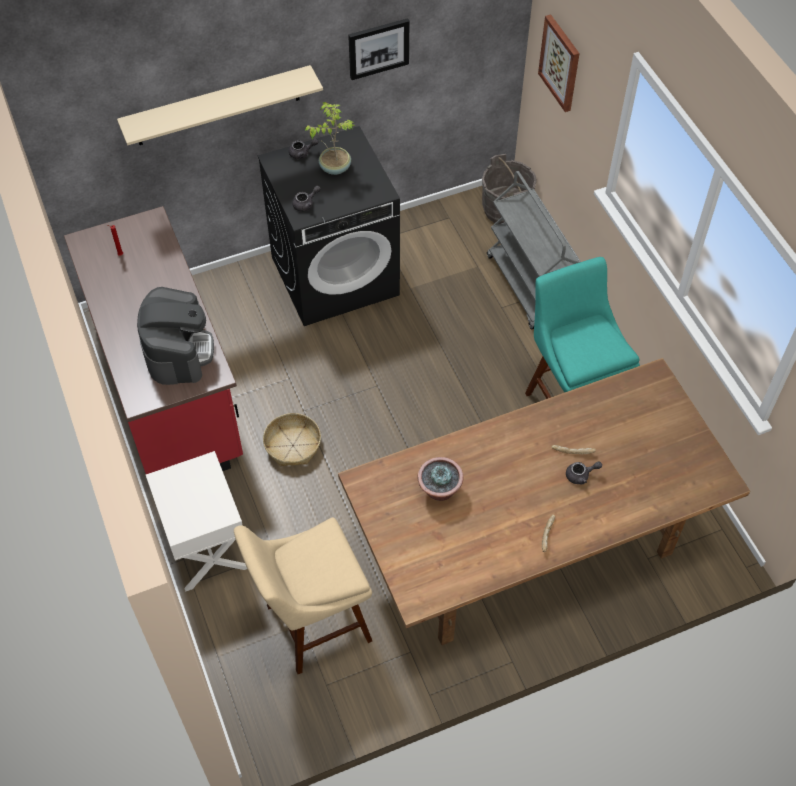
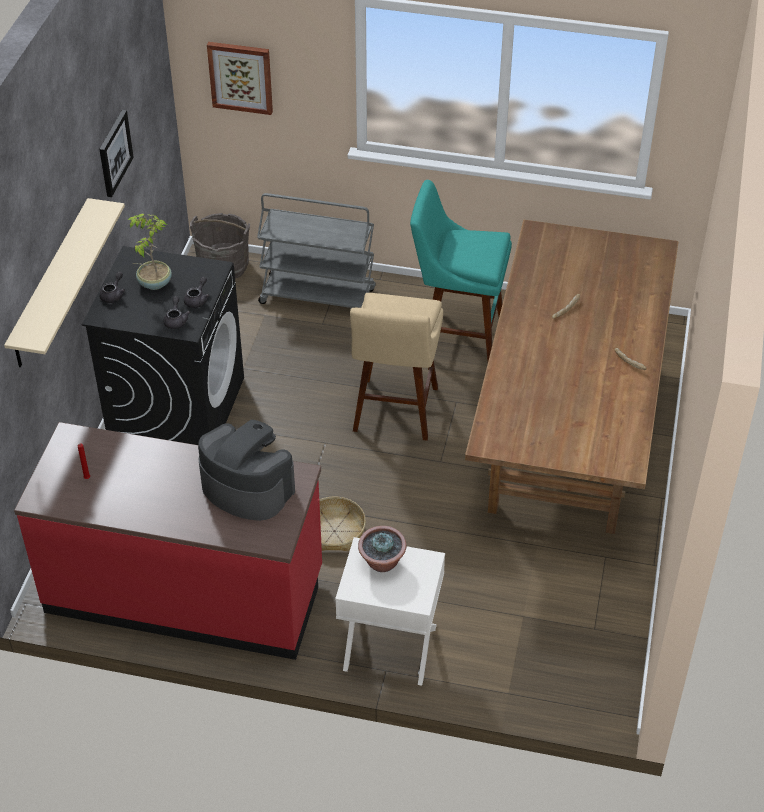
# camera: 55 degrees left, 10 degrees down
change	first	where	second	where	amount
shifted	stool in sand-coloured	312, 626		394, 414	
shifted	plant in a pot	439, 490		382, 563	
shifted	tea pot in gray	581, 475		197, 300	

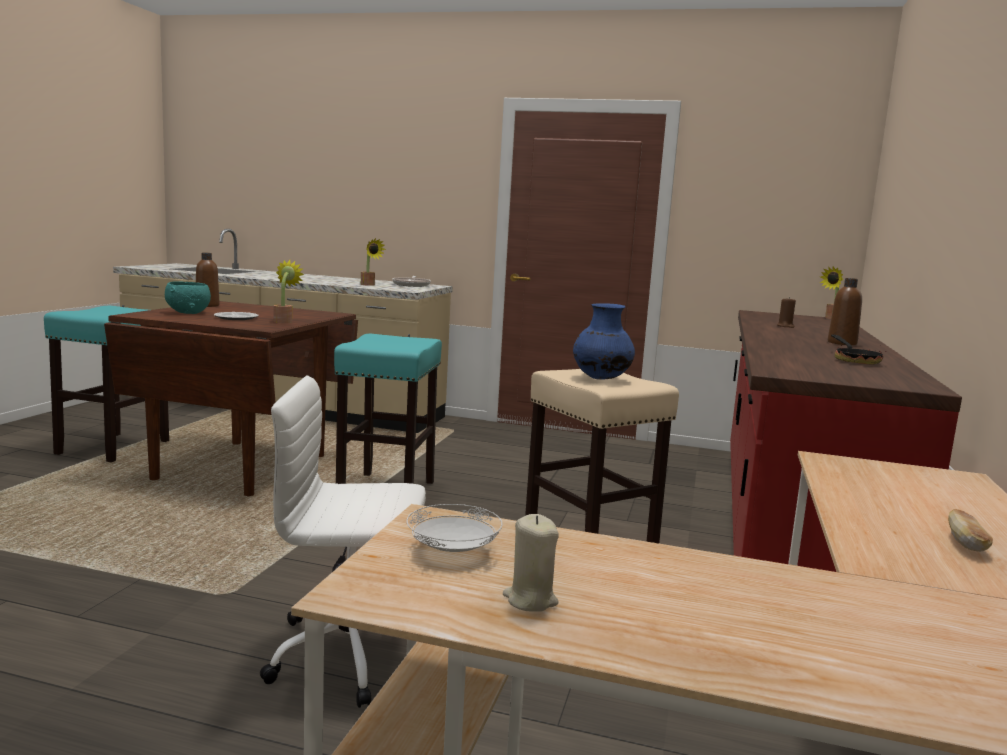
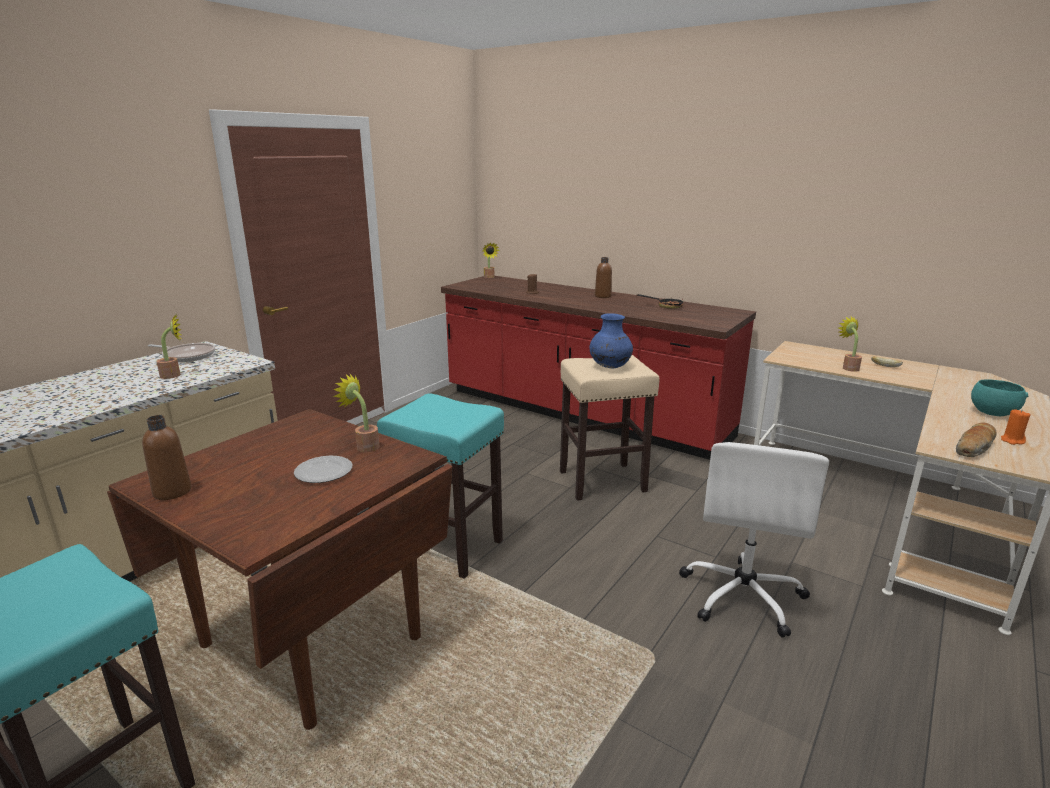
# camera: 70 degrees left, 10 degrees up
change	first	where	second	where	amount
shifted	deep dish in turquoise	189, 312		991, 413	
swapped	dinner plate in whitish	452, 551	bakery bread	974, 448	
repainted	candle in sand-coloured	530, 600	candle in orangey	1012, 440	
new			plant in a pot	848, 368	

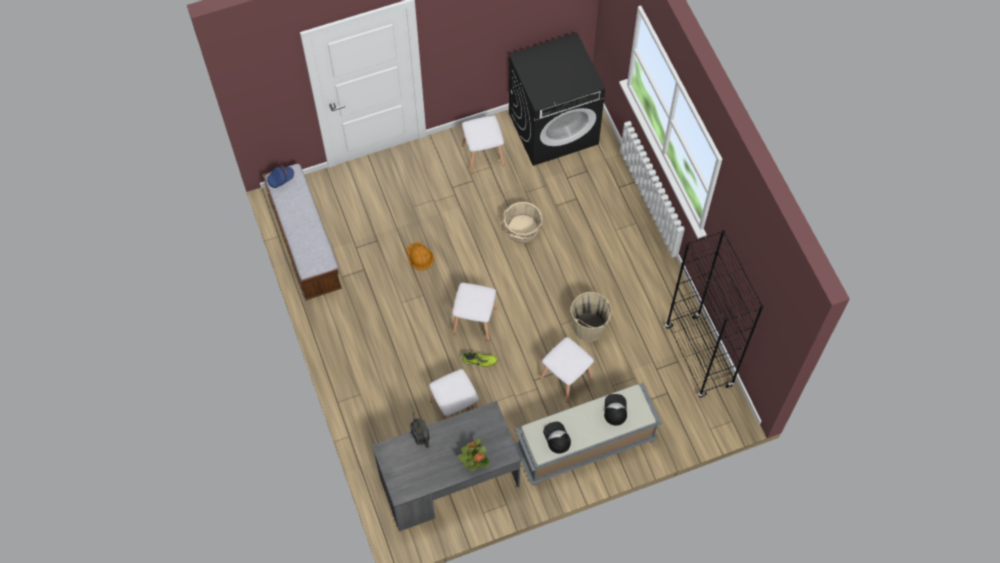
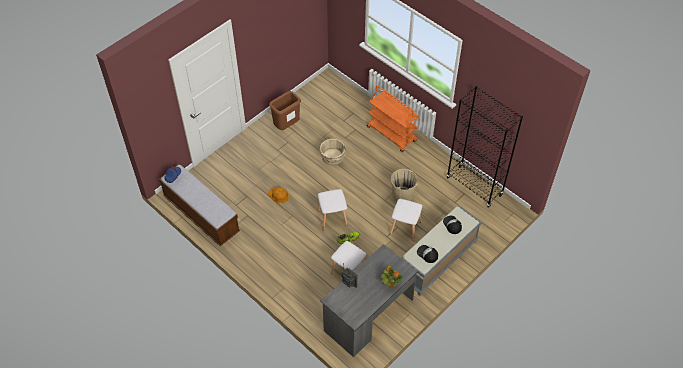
# camera: 25 degrees left, 10 degrees down
change	first	where	second	where	amount
swapped	stool in whitish	483, 154	trash can in brownish	286, 126	
gone	laundry appliance in black-coloured	553, 128			
new			cart in orangey	392, 134	

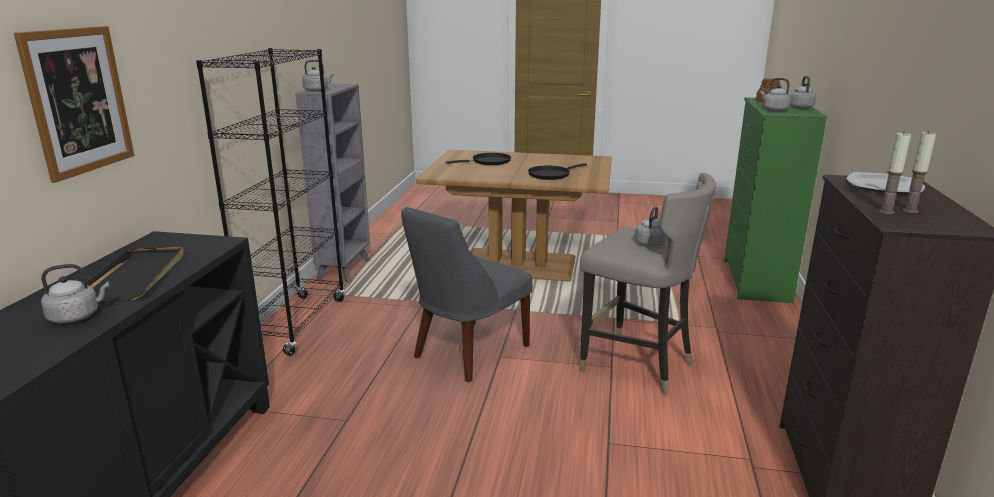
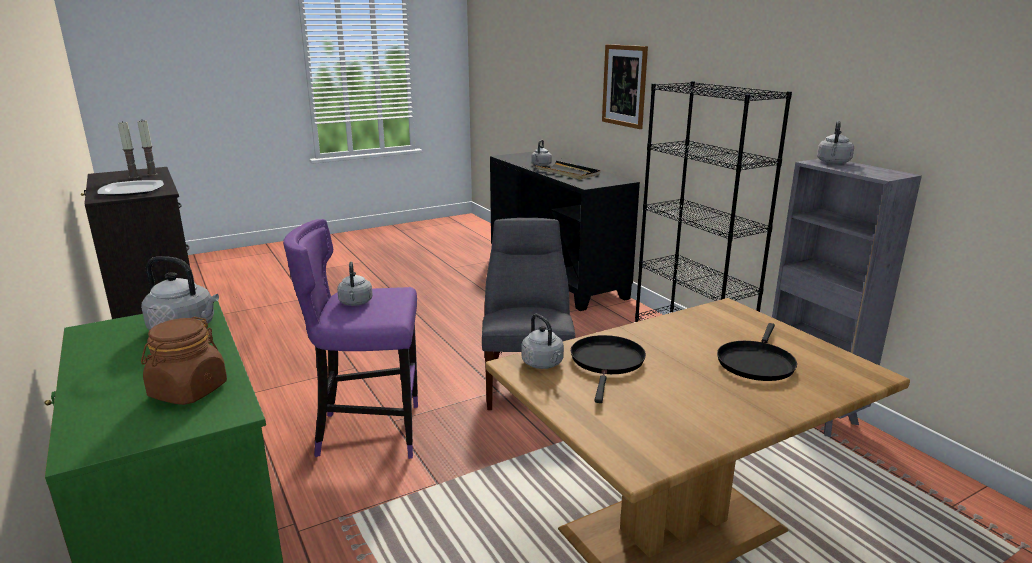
# camera: 140 degrees right, 0 degrees up
change	first	where	second	where	amount
repainted	stool in gray	638, 366	stool in purple-coloured	369, 432	
shifted	tea kettle in gray	800, 107		543, 364	

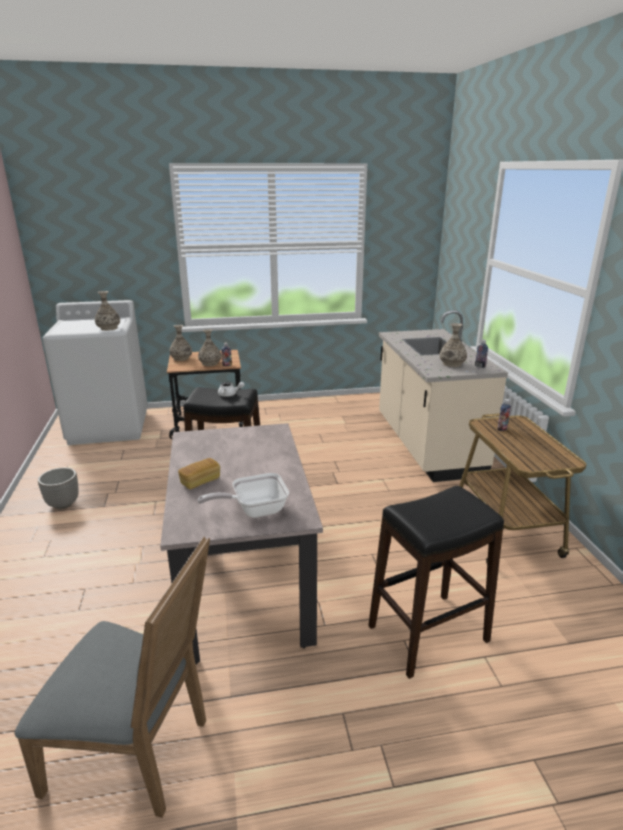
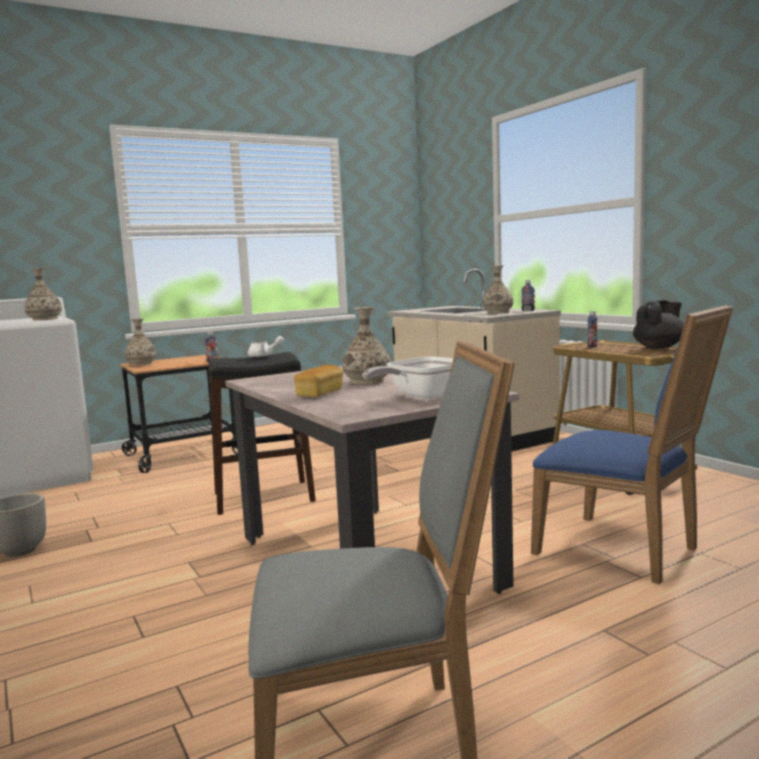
# camera: 20 degrees left, 15 degrees down
change	first	where	second	where	amount
shifted	flower vase	210, 363		367, 381	
swapped	stool in black-coloured	428, 634	chair in bluish	625, 551	
new			tea pot in black-coloured	659, 347	

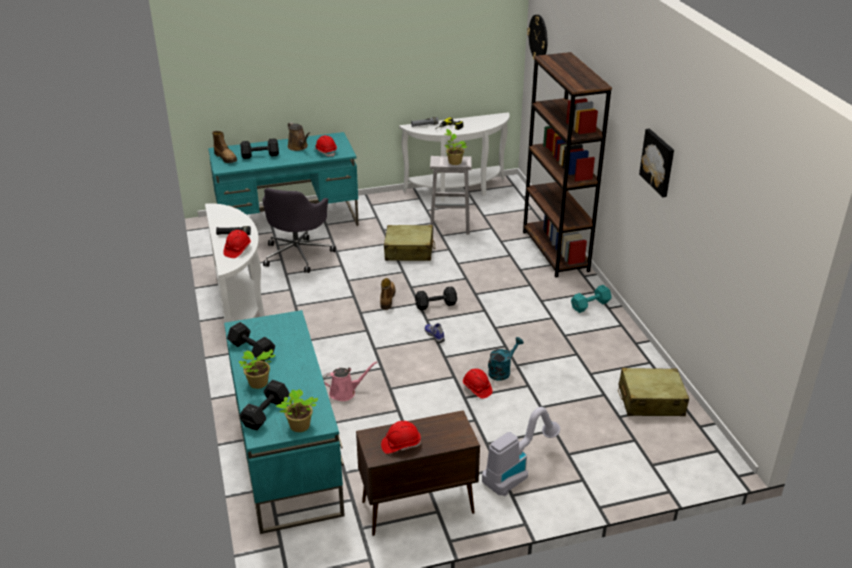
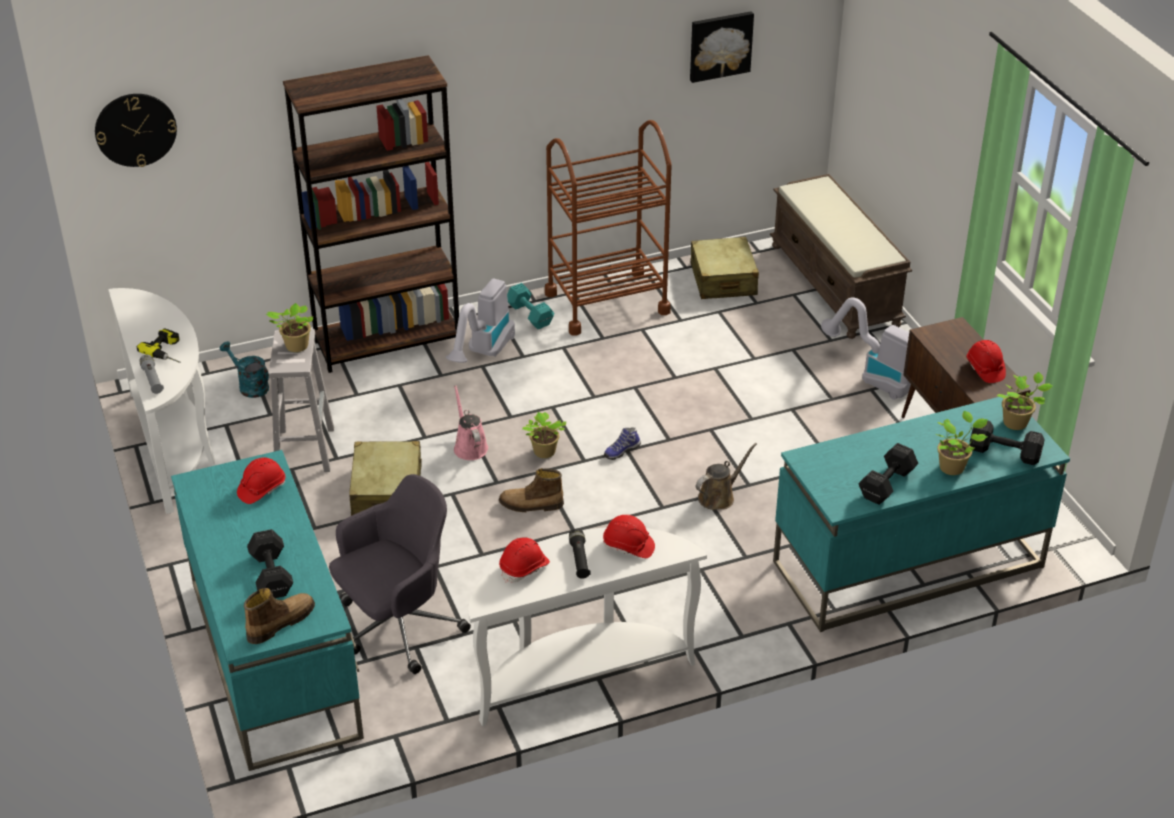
# camera: 95 degrees left, 5 degrees up
change	first	where	second	where	amount
rotated	computer chair in gray	298, 254		398, 627	45 degrees counterclockwise
shifted	sprinkling can in brownish	298, 147		719, 496	
shifted	sprinkling can in pink-coloured	345, 392		469, 446	
swapped	free weight in black-coloured	437, 305	plant in a pot	543, 453	
shifted	hard hat in red	477, 389		524, 568	
shifted	sprinkling can in turquoise	502, 371		249, 386	
shifted	wall picture	658, 162		720, 45	
new			hoover	483, 354	
new			cart in brownish	606, 302	
new			bench in brownish	836, 285	

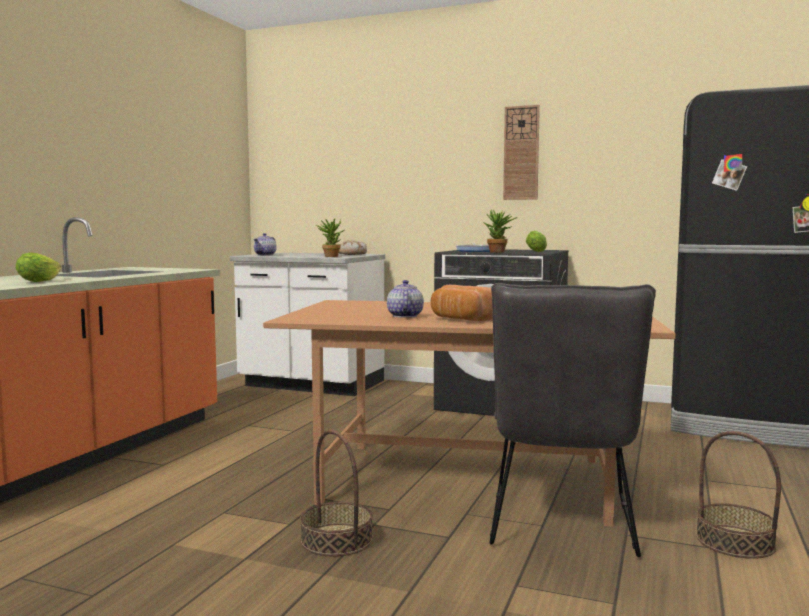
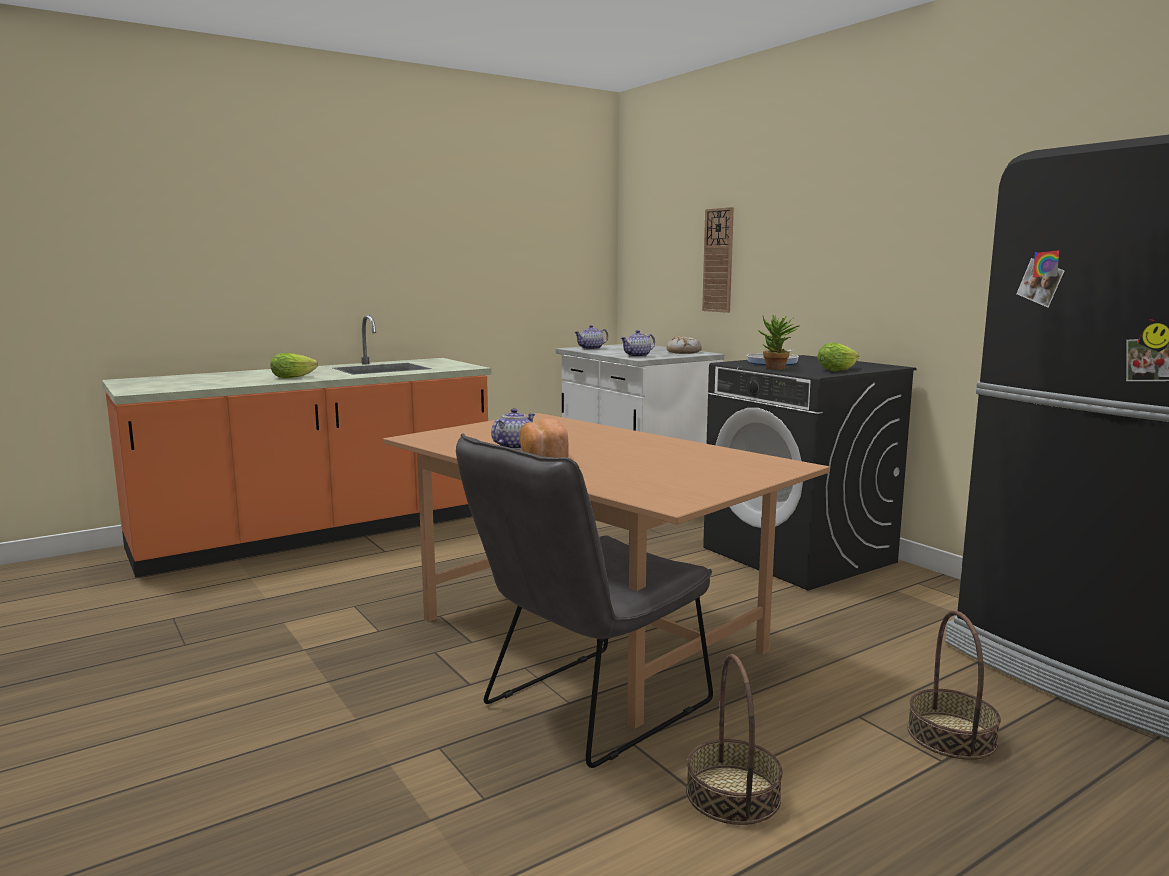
# camera: 35 degrees right, 5 degrees up
change	first	where	second	where	amount
shifted	storage basket	337, 540		952, 736	
swapped	plant in a pot	330, 256	tea pot	638, 356	
shifted	wall clock	521, 153		718, 260	

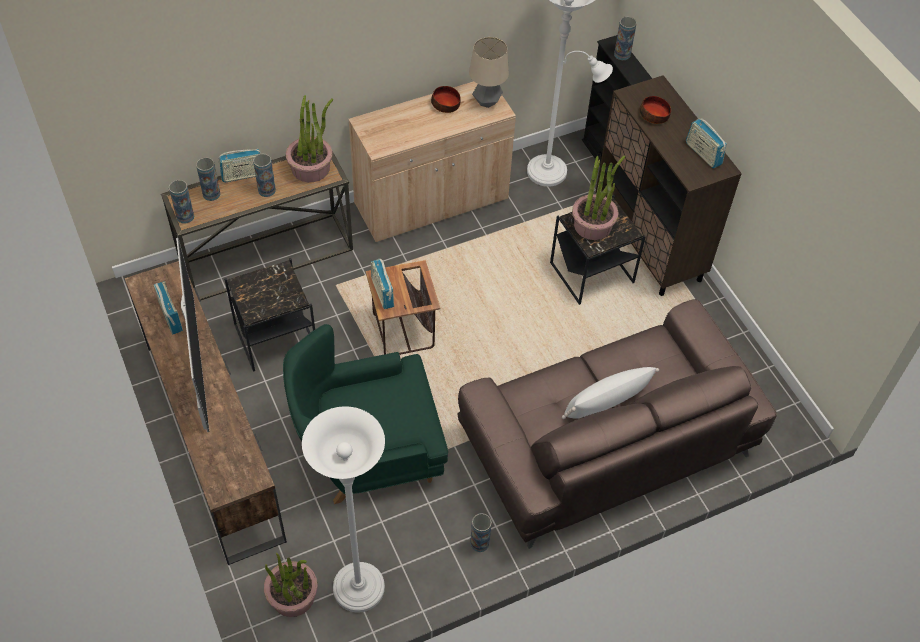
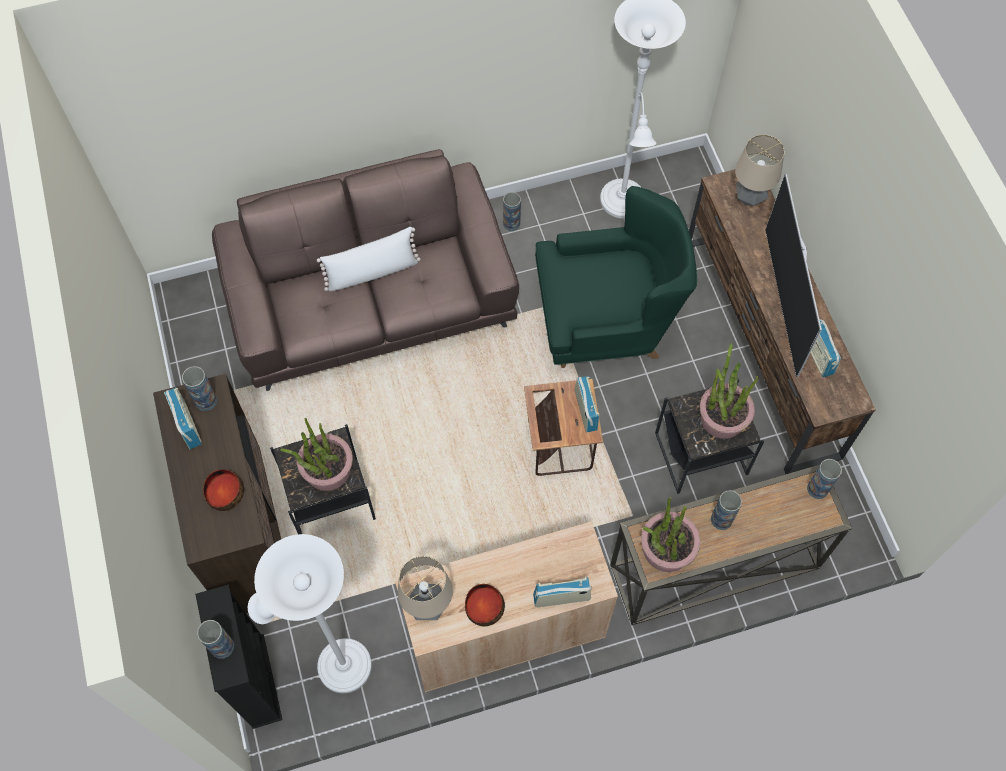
# camera: 170 degrees left, 10 degrees up
change	first	where	second	where	amount
shifted	flower vase	211, 194		206, 400	
shifted	radio receiver	243, 175		561, 597	
shifted	plant in a pot	293, 596		722, 417	
new			table lamp	750, 198	

